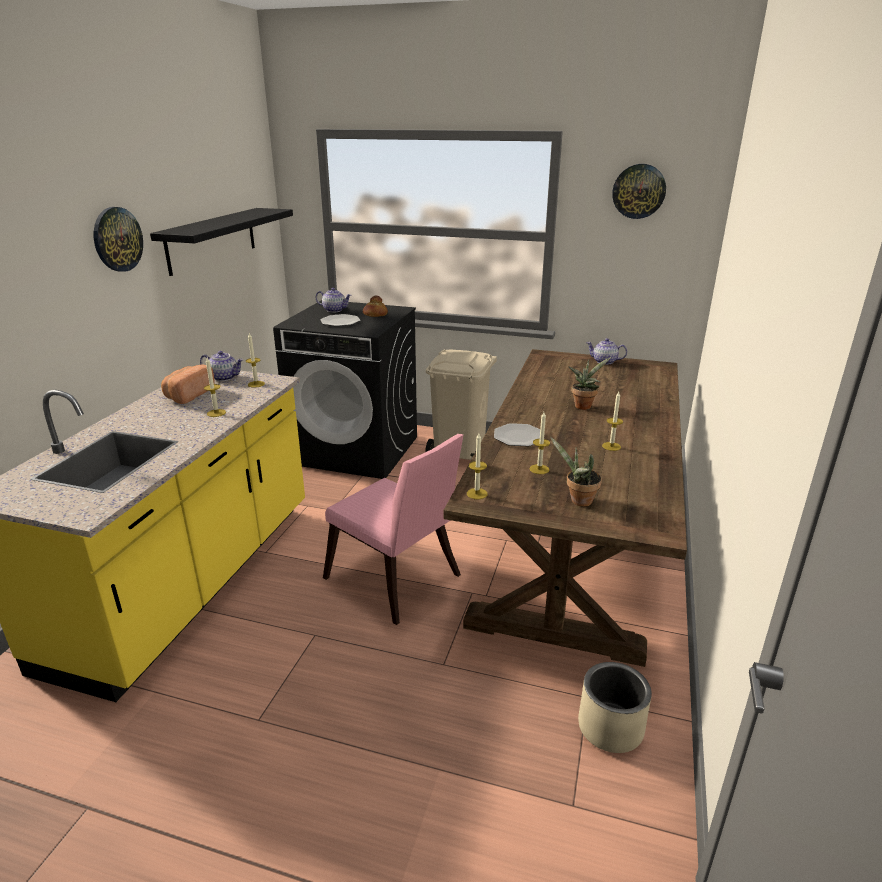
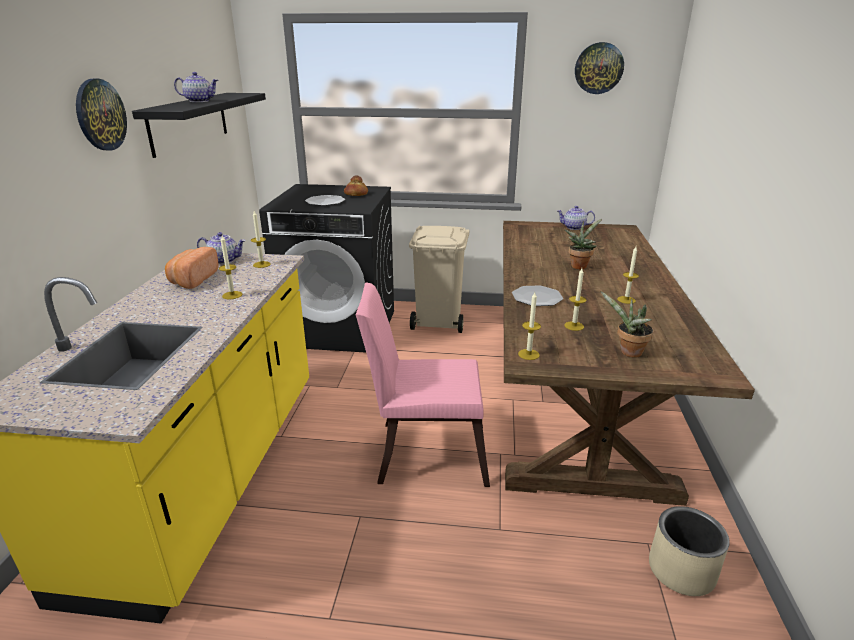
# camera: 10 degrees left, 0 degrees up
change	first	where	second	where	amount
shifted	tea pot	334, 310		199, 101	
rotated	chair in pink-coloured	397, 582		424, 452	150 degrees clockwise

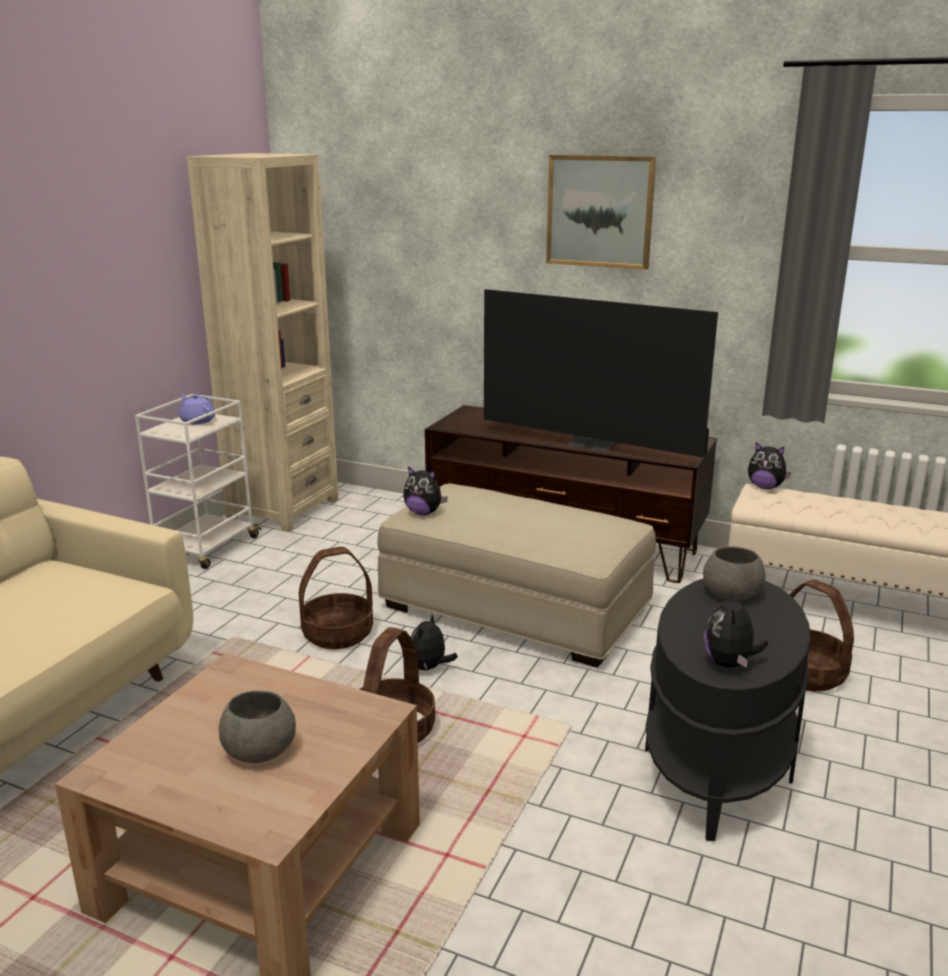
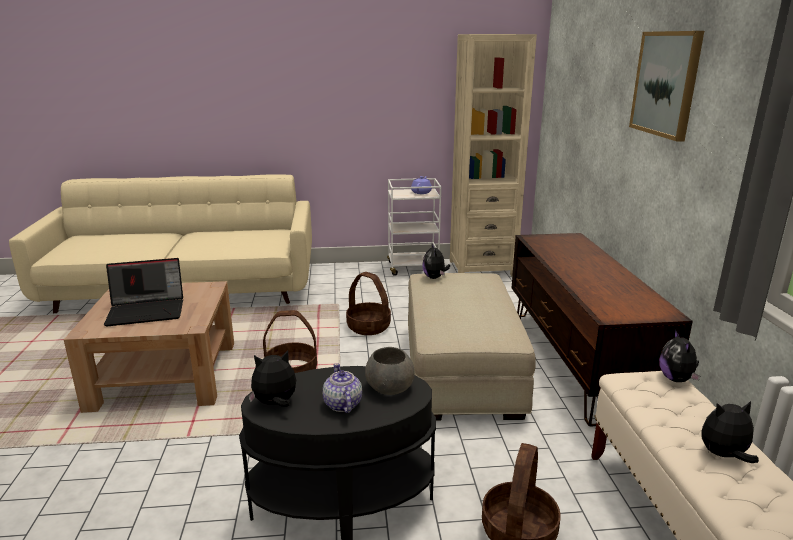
# camera: 60 degrees right, 0 degrees up
change	first	where	second	where	amount
swapped	deep dish in gray	258, 750	portable computer	147, 311	
shifted	plush toy	429, 668		724, 455	
gone	television	593, 444			
new			tea pot	342, 404	

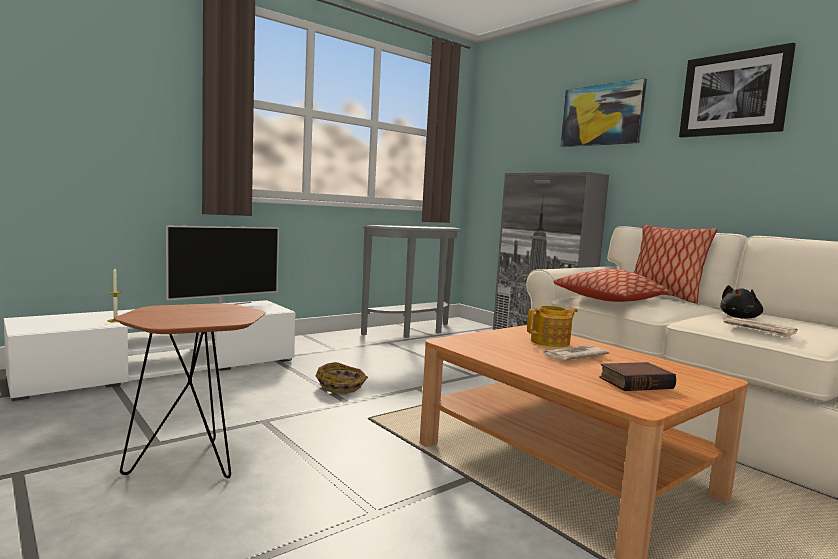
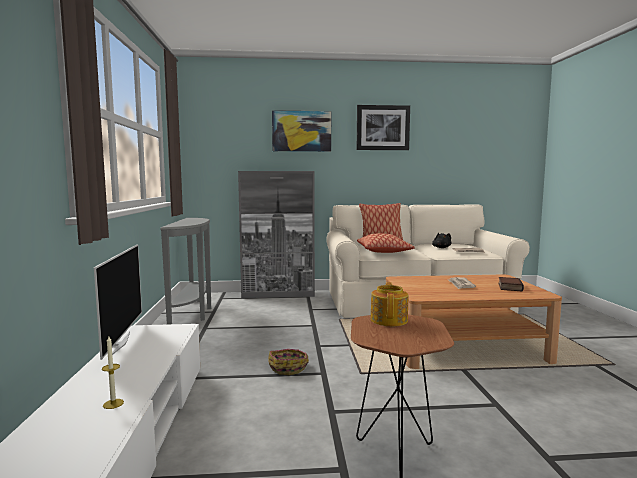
# camera: 55 degrees left, 0 degrees up
change	first	where	second	where	amount
shifted	tea pot	551, 342		389, 320	

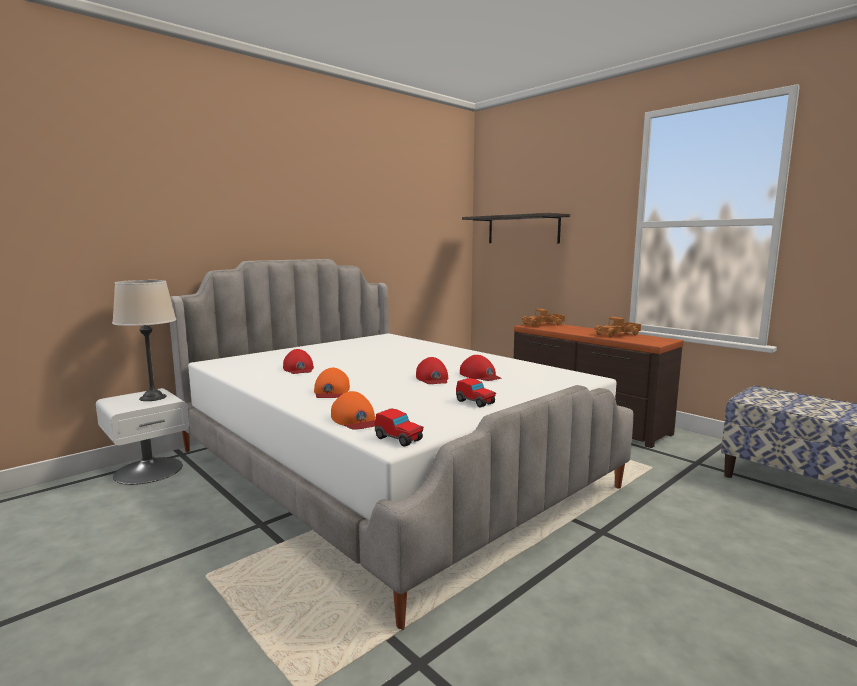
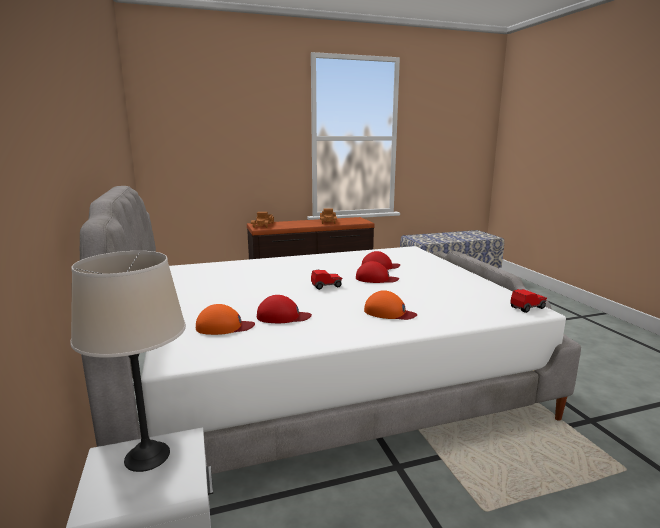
# camera: 65 degrees left, 5 degrees up
change	first	where	second	where	amount
shifted	peaked cap in orangey	354, 419		224, 327	
shifted	toy car	475, 402		326, 286	
gone	bracket shelf	523, 229			

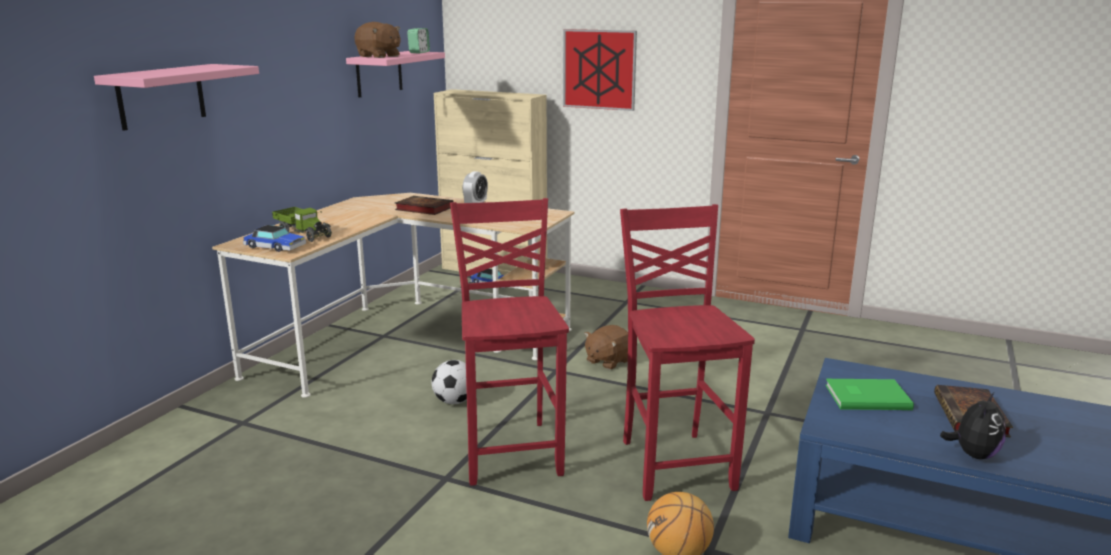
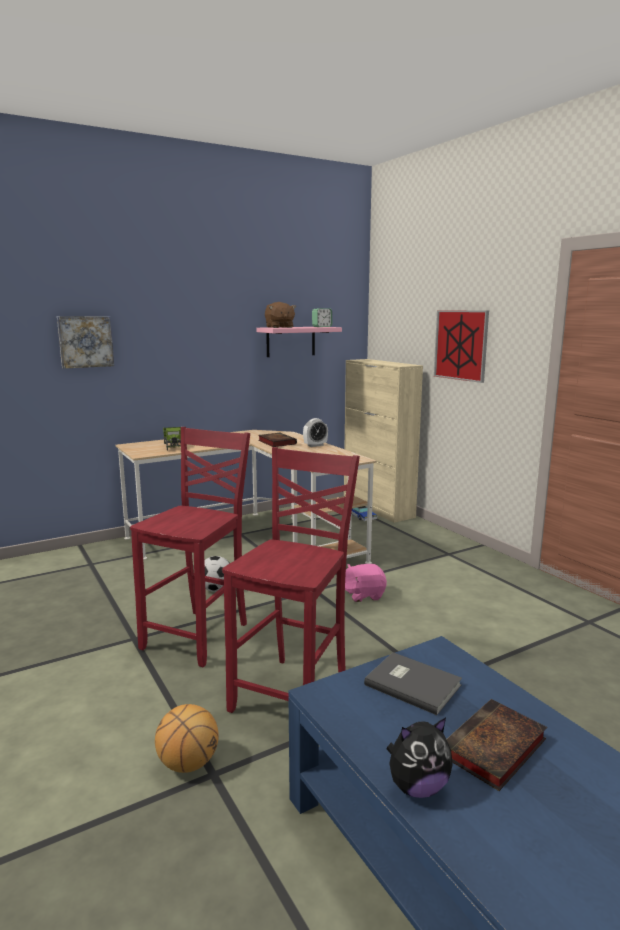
# camera: 35 degrees right, 5 degrees down
change	first	where	second	where	amount
swapped	bracket shelf in pink-coloured	161, 96	wall picture	85, 341	
gone	toy car	275, 247			
repainted	plush toy in brownish	607, 361	plush toy in pink-coloured	363, 595	
repainted	bound book in green-coloured	865, 396	bound book in gray	412, 683	

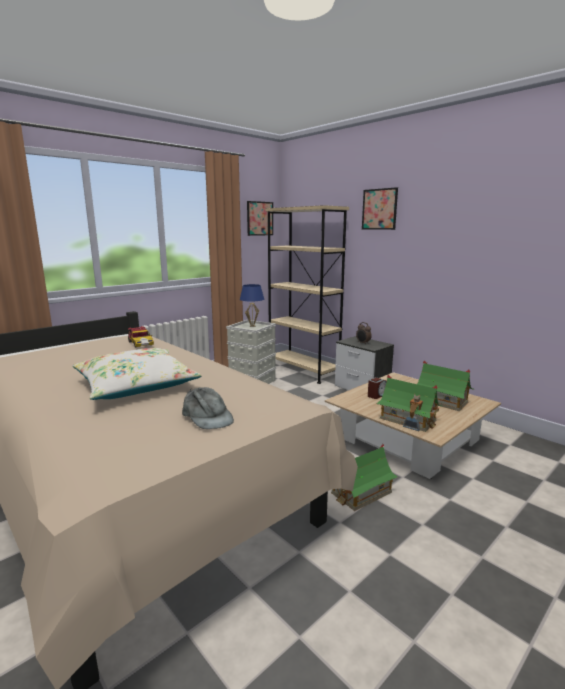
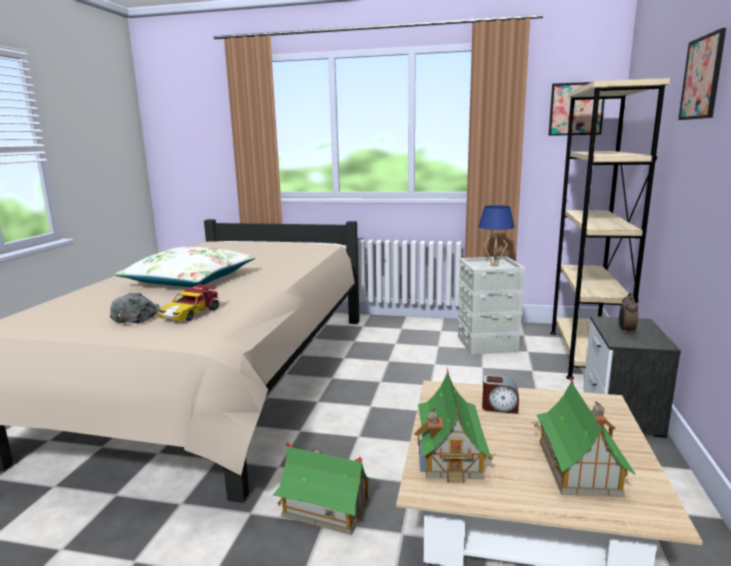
# camera: 55 degrees right, 0 degrees up
change	first	where	second	where	amount
shifted	toy car	141, 343		191, 313	
rotated	peaked cap in gray	207, 416		136, 315	150 degrees clockwise

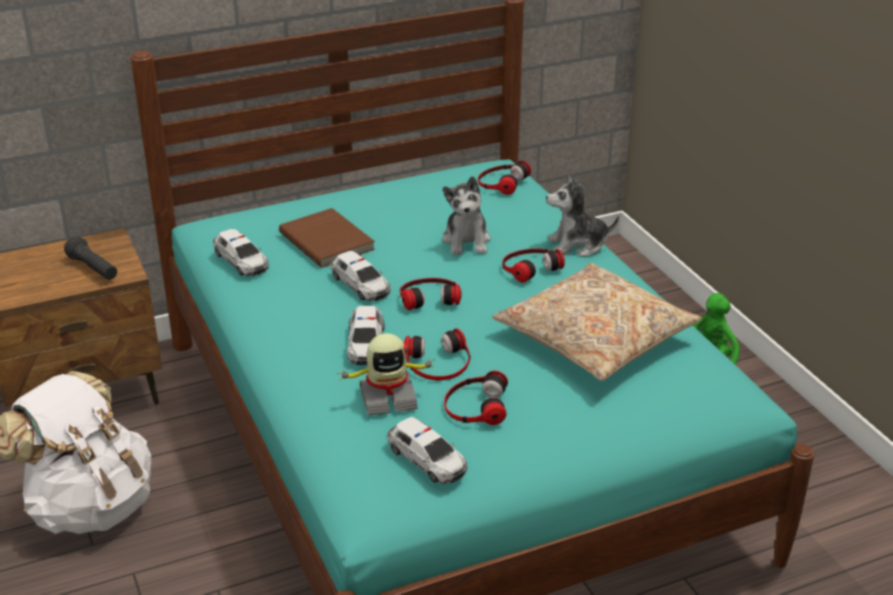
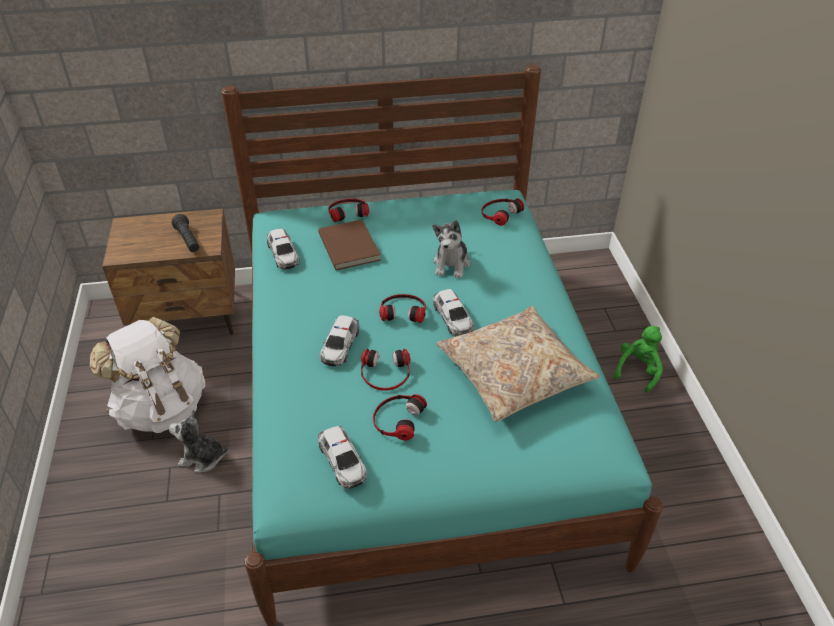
# camera: 15 degrees right, 10 degrees up
change	first	where	second	where	amount
shifted	toy car	361, 284		453, 318	
gone	toy robot	387, 398			
shifted	headphones	529, 267		347, 212	
shifted	plush toy	577, 245		202, 458	

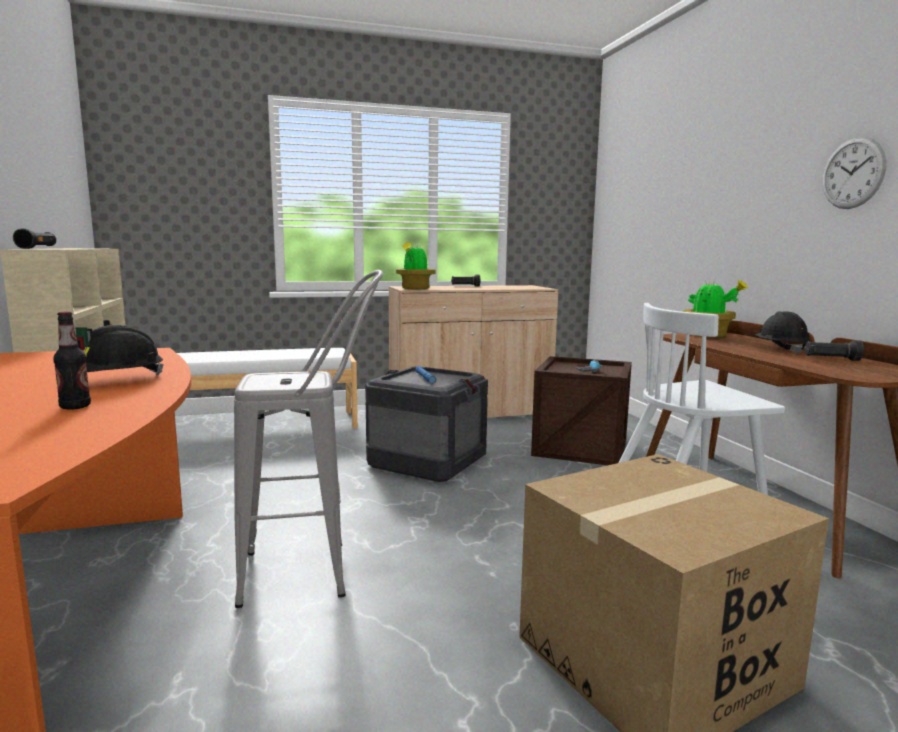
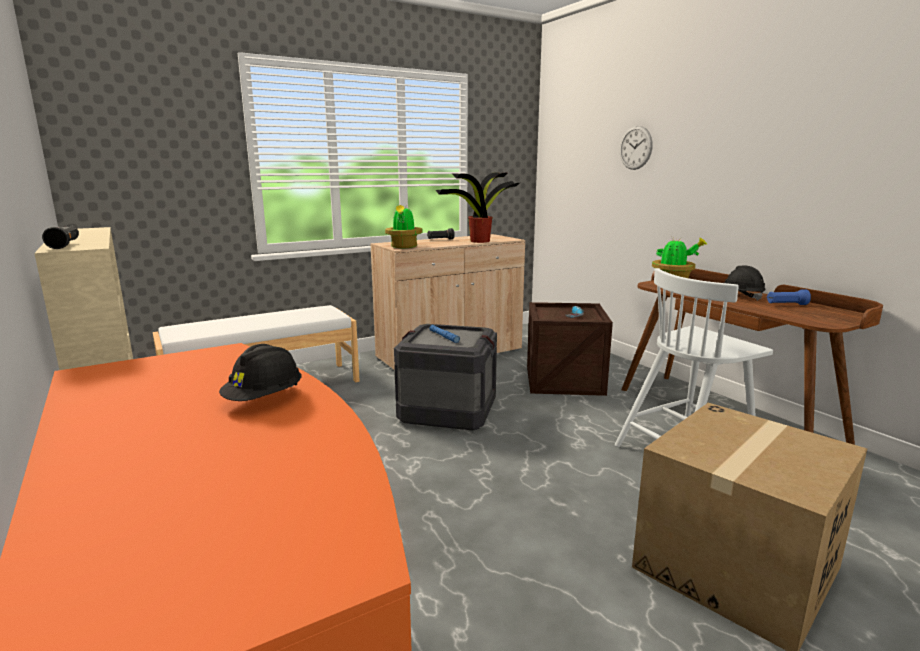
# camera: 15 degrees left, 5 degrees up
change	first	where	second	where	amount
gone	beverage bottle	75, 407			
gone	stool in gray	315, 572			
repainted	hand torch in black-coloured	831, 359	hand torch in bluish	786, 304	
shifted	wall clock	853, 173		635, 147	
new			plant in a pot	478, 241	

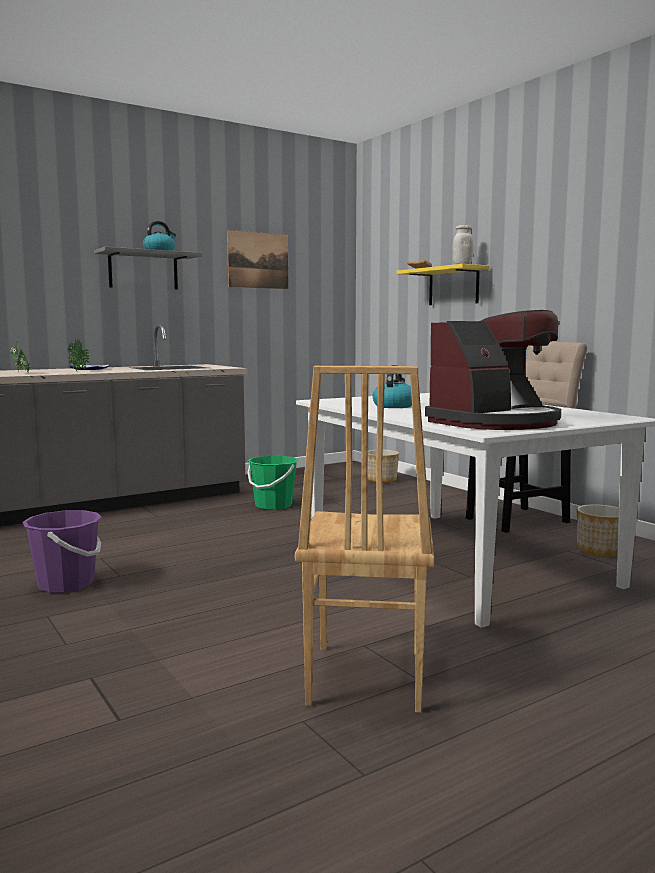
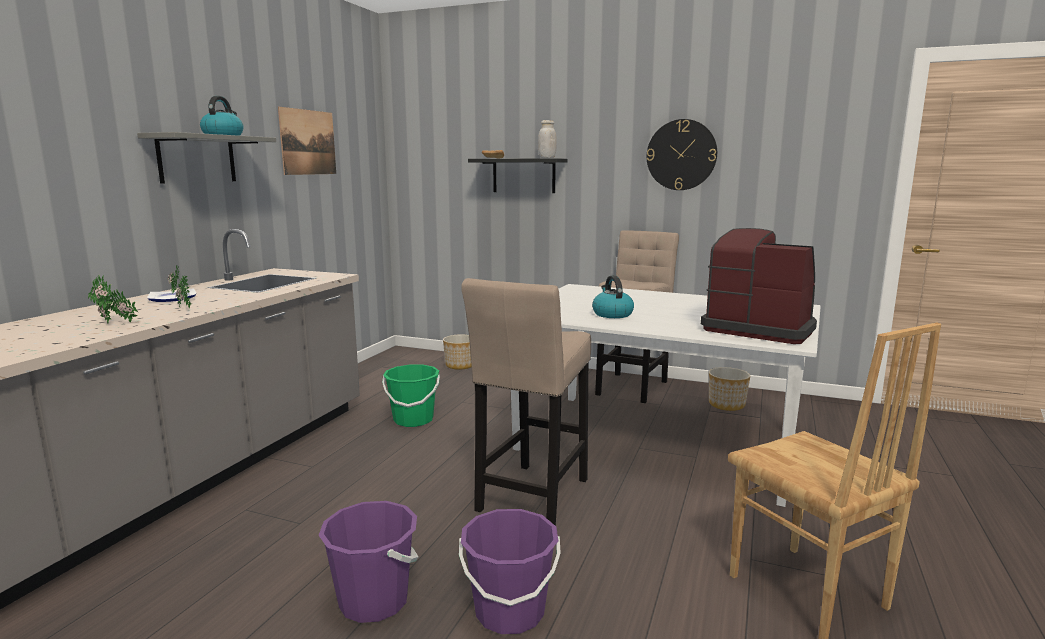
# camera: 35 degrees left, 5 degrees up
change	first	where	second	where	amount
repainted	bracket shelf in yellowish	453, 286	bracket shelf in black-coloured	524, 175	
rotated	coffee brewer	495, 422		758, 329	75 degrees counterclockwise
new			pail in purple-coloured	509, 612	
new			stool in sand-coloured	531, 498	
new			wall clock	681, 155	

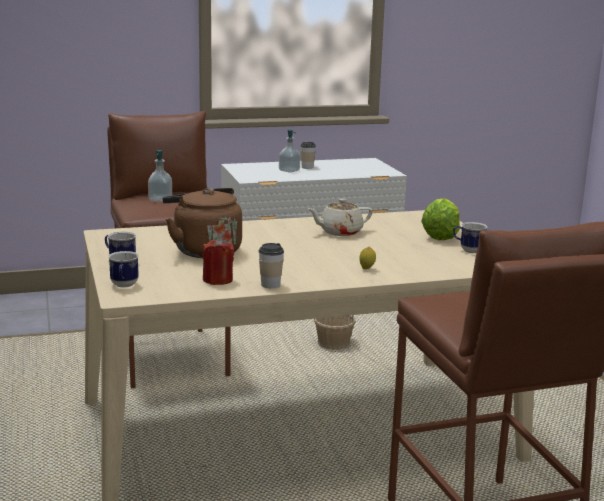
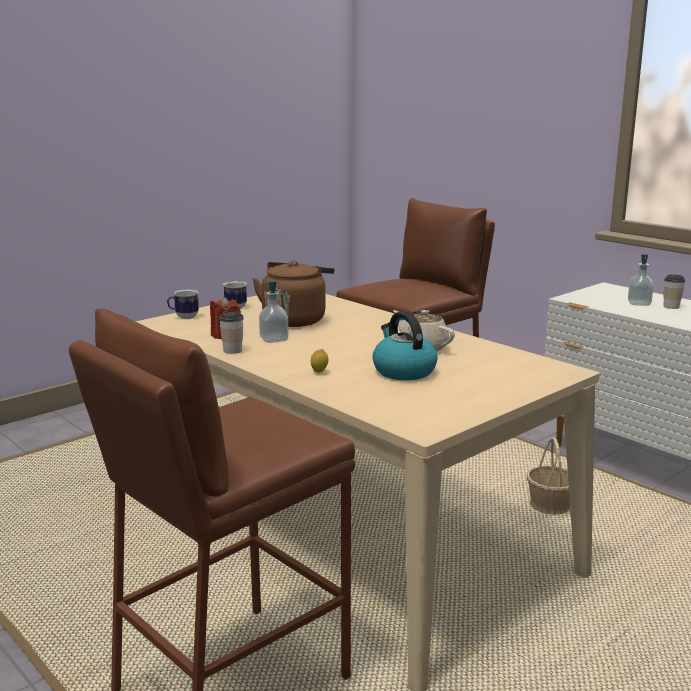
# camera: 65 degrees right, 0 degrees up
change	first	where	second	where	amount
shifted	liquid soap bottle	160, 199		274, 339	
gone	lettuce head	441, 236			
gone	coffee mug	468, 250			
new			tea kettle	403, 371	

